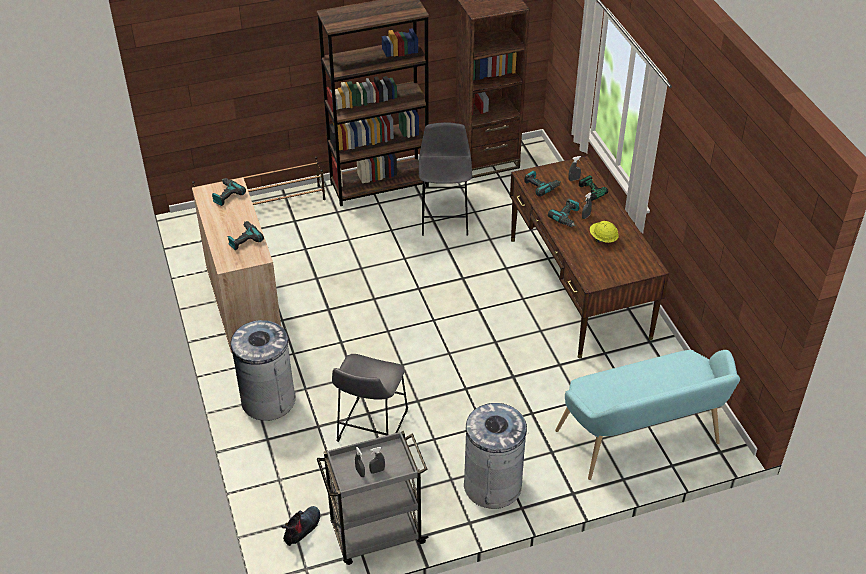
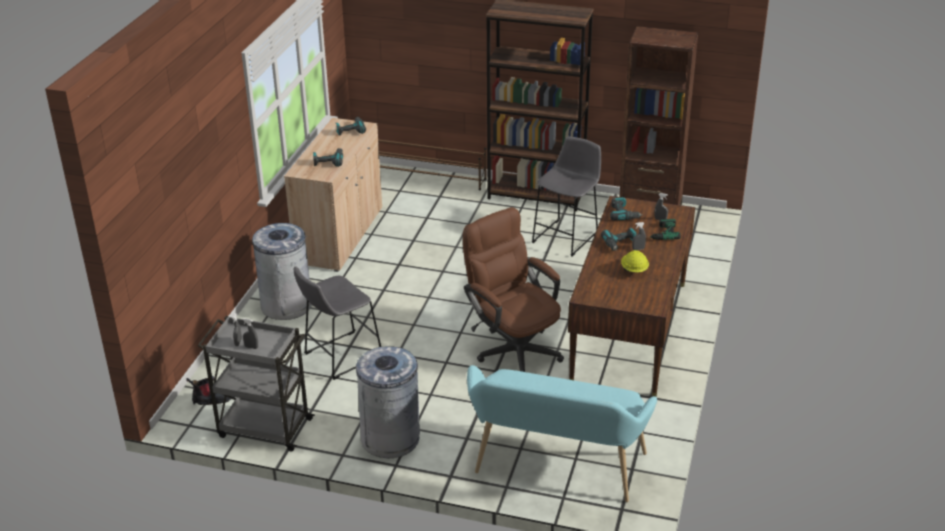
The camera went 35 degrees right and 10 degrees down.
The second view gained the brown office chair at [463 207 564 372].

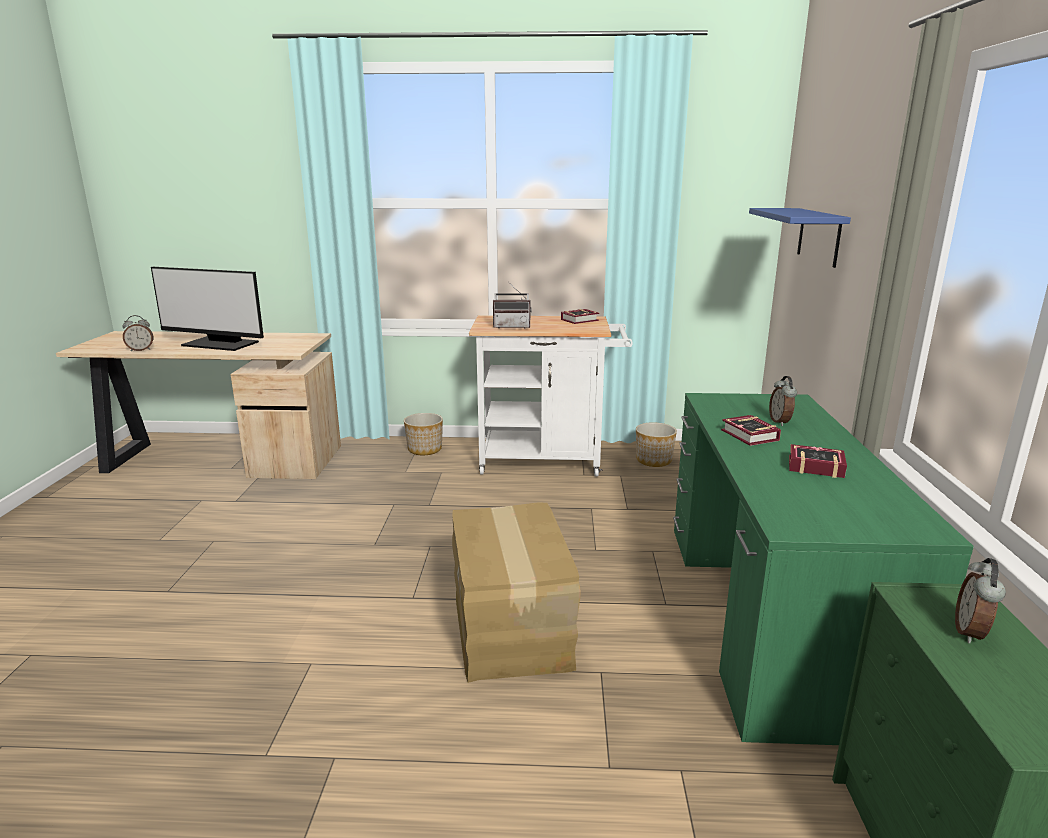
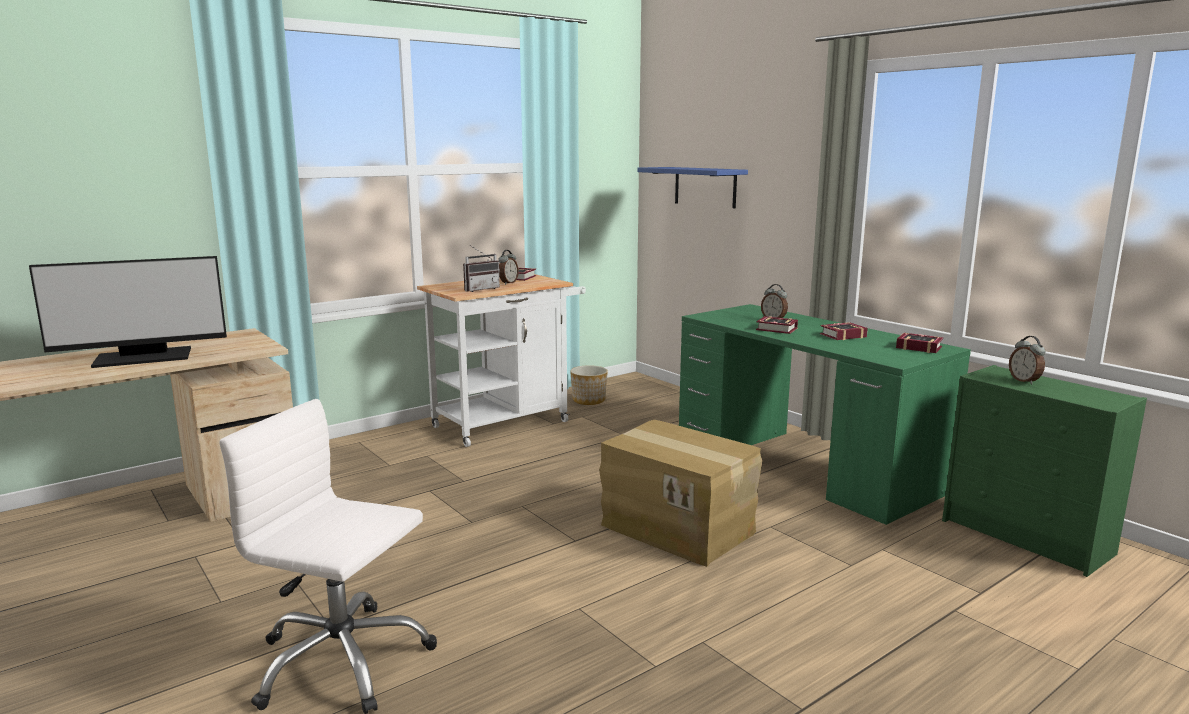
The camera went 40 degrees left and 5 degrees down.
The second view lost the planter at [404 413 443 455].
The second view gained the white office chair at [219 399 437 714].
The second view gained the book at [896 333 943 353].
The alarm clock ended up elsewhere, having gone from [122 315 153 351] to [498 250 519 285].

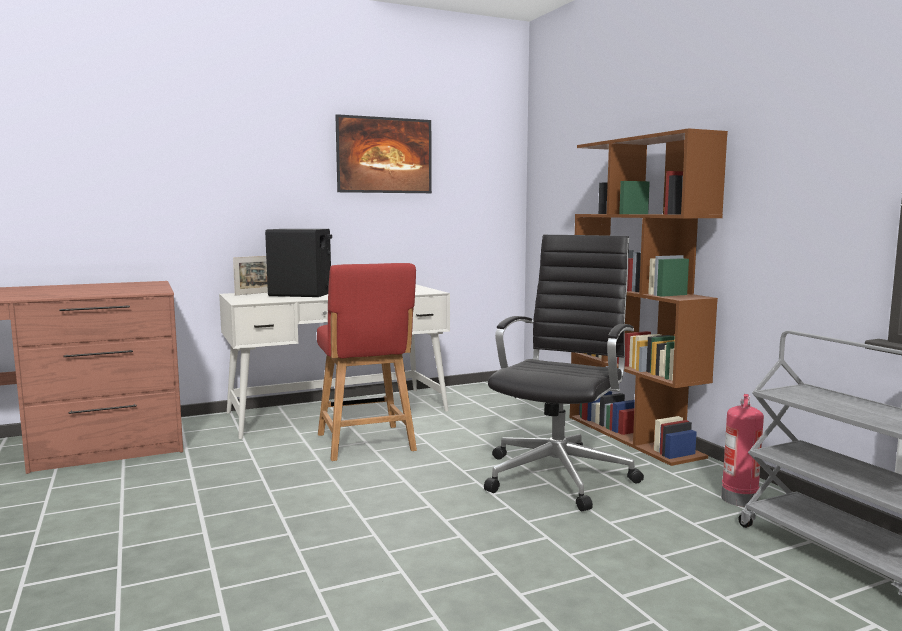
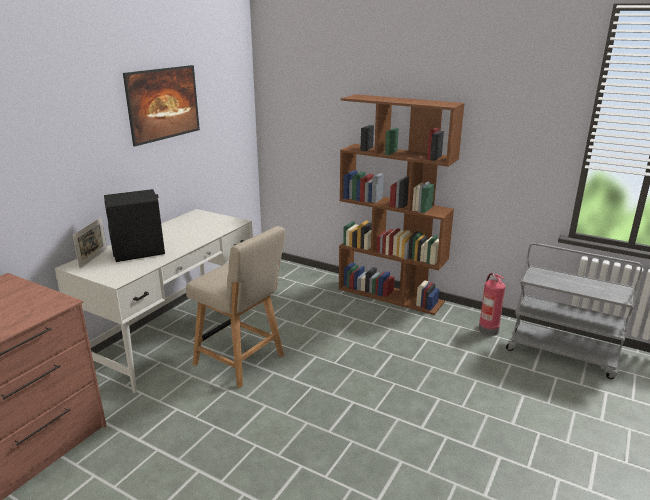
The camera went 35 degrees left and 15 degrees up.
The second view lost the black office chair at [484 235 644 511].
What was the red chair at [317 263 417 461] turned into the beige chair at [186 226 285 388].

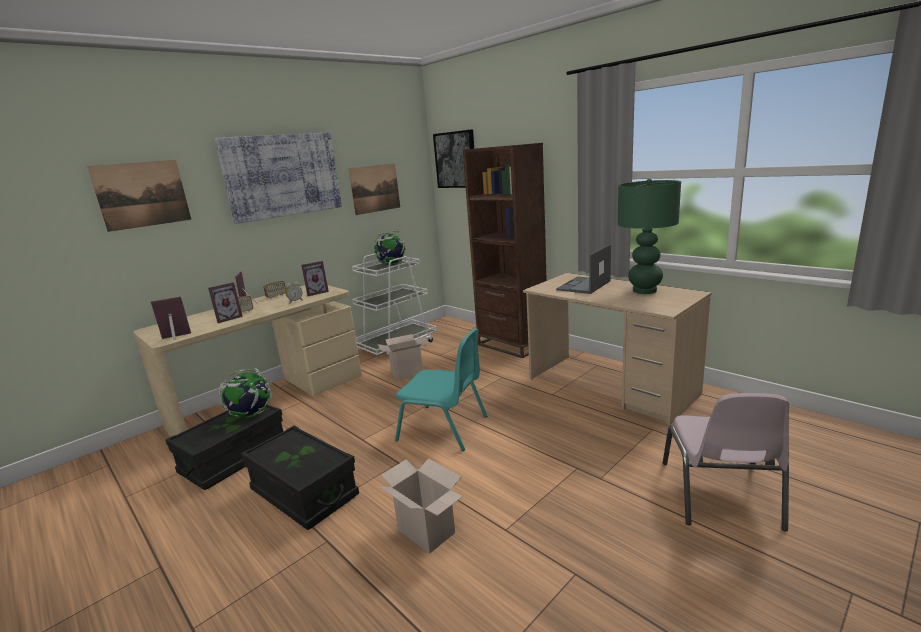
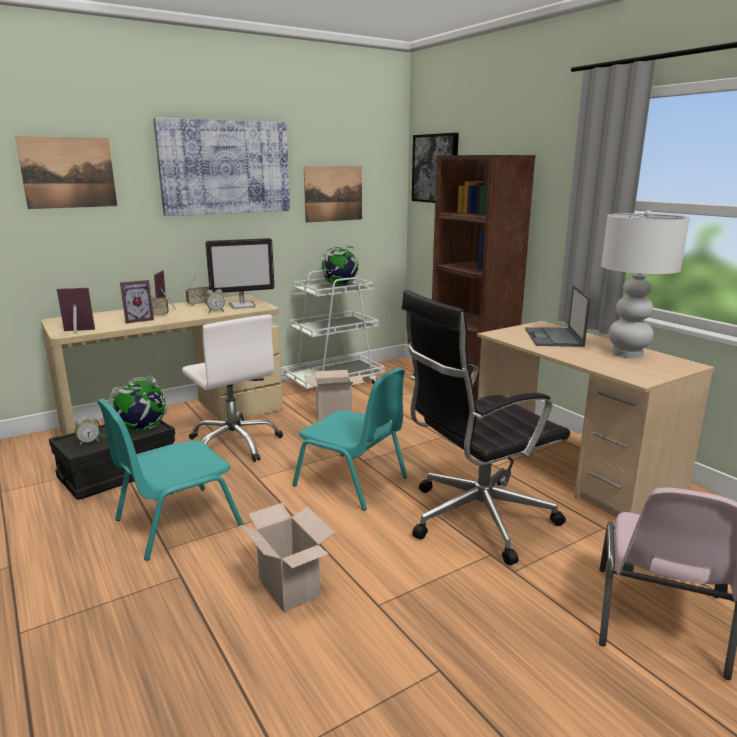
The camera went 10 degrees right and 0 degrees up.
The second view gained the alarm clock at [75 416 99 446].
The second view gained the white office chair at [182 315 283 462].
The second view gained the black office chair at [402 290 570 565].
Where the black storage box stood at [241 426 359 530], the turquoise chair came to stand at [97 398 243 561].
Where the picture frame stood at [301 261 329 296], the monitor came to stand at [205 238 275 309].
What was the green table lamp at [618 179 681 294] turned into the white table lamp at [601 210 690 358].
The laptop at [556 244 611 294] ended up facing another way, 45 degrees counterclockwise from before.

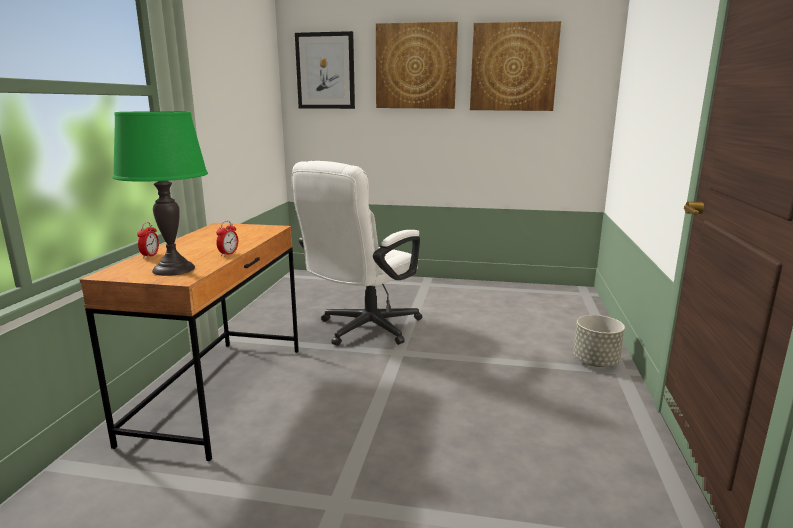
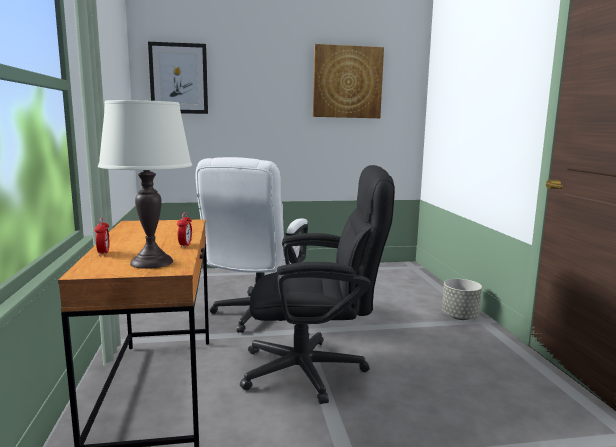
The camera went 20 degrees left and 5 degrees down.
The second view lost the picture at [376 22 458 109].
The second view gained the black office chair at [240 165 395 404].
What was the green table lamp at [112 111 208 276] turned into the white table lamp at [98 100 192 269].

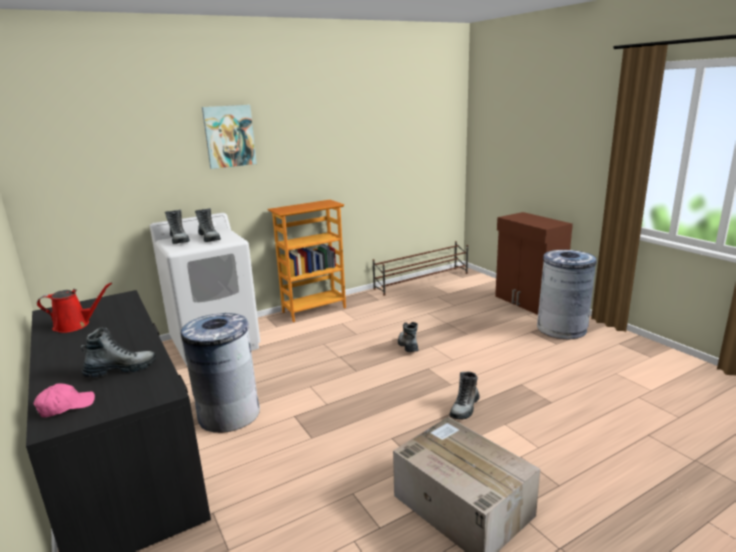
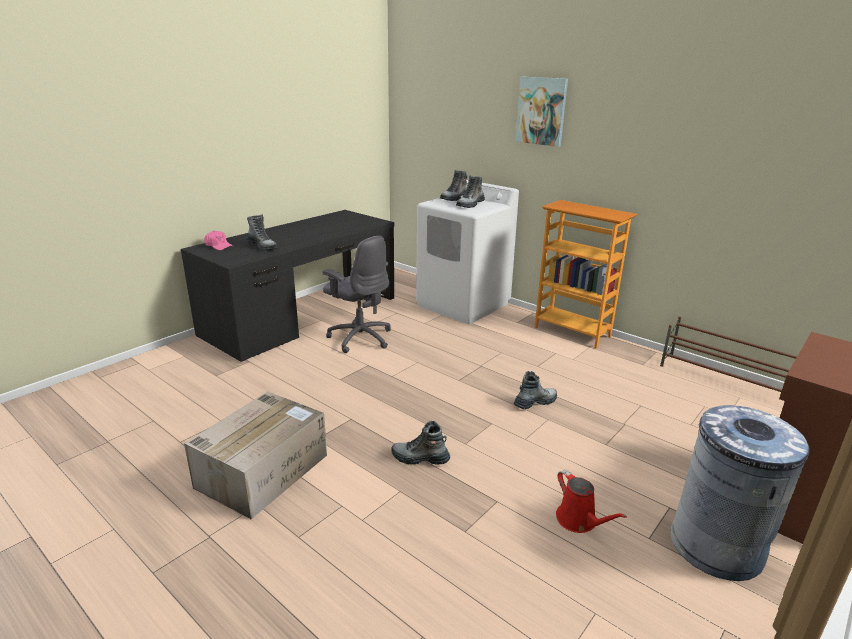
The camera went 70 degrees right and 5 degrees up.
The red watering can ended up elsewhere, having gone from [37 283 112 333] to [556 470 627 533].
Where the grey trash can stood at [181 313 260 433], the grey office chair came to stand at [323 236 391 353].

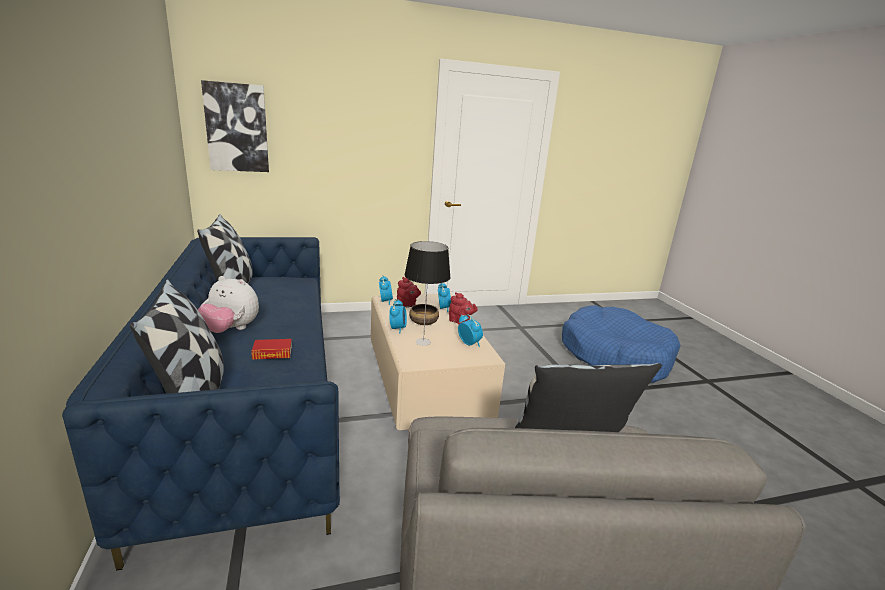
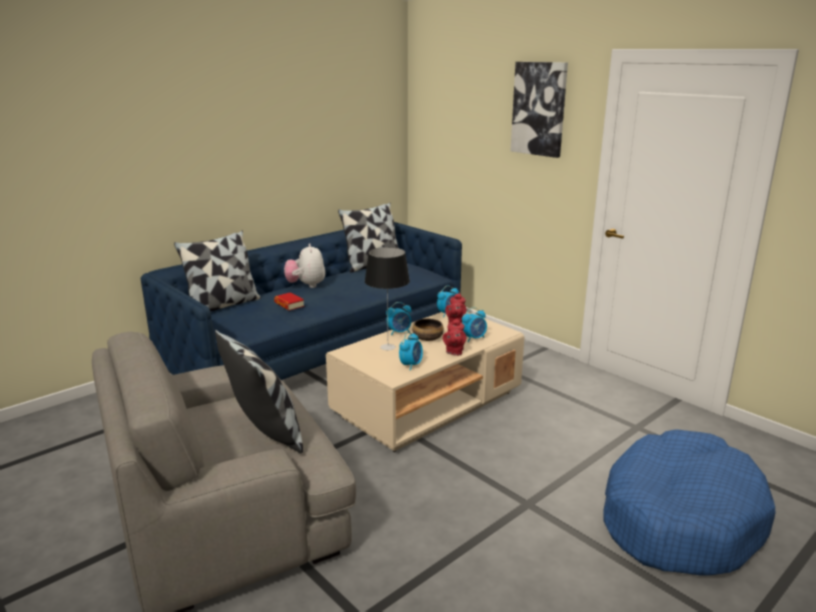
The camera went 65 degrees right and 0 degrees up.
The picture ended up elsewhere, having gone from [201 80 269 172] to [511 62 568 158].

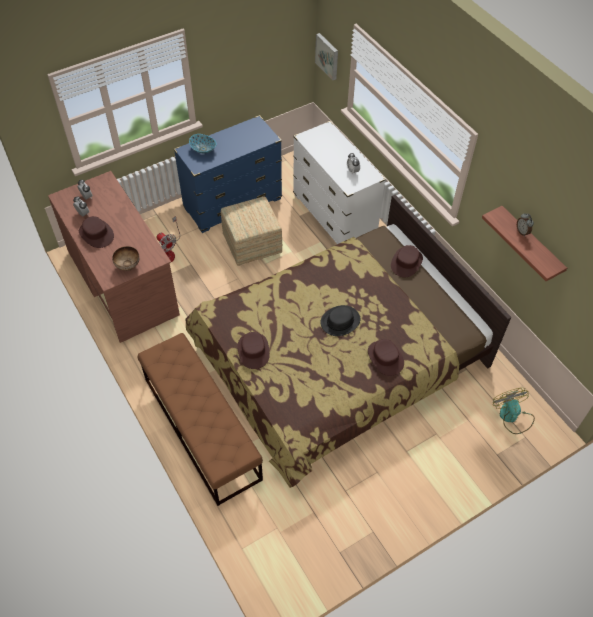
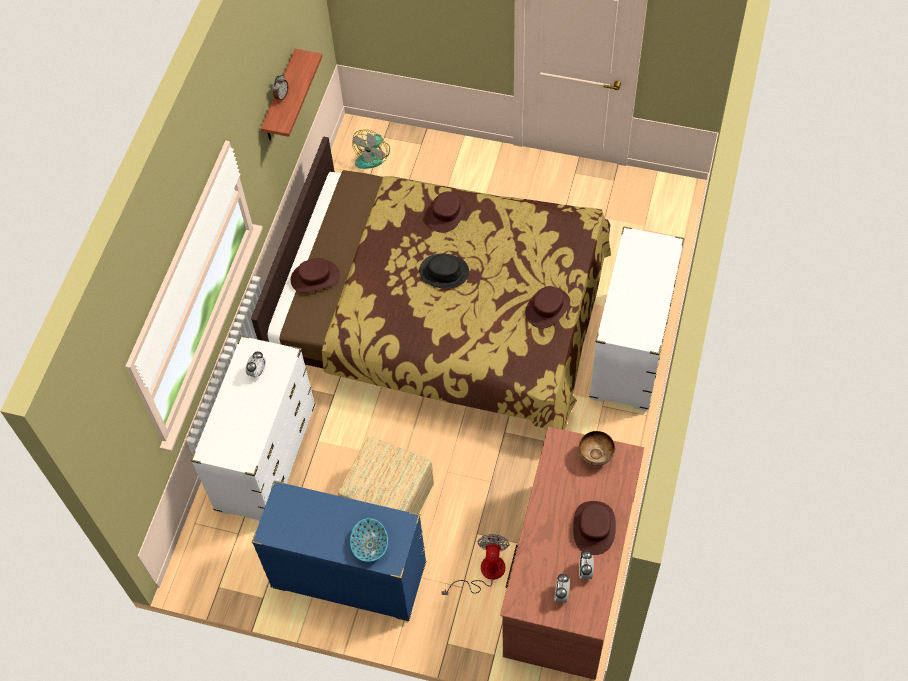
The camera went 130 degrees left and 5 degrees up.
The second view lost the picture at [315 33 338 80].
Where the brown bench stood at [137 333 263 506], the white dresser came to stand at [589 226 684 411].

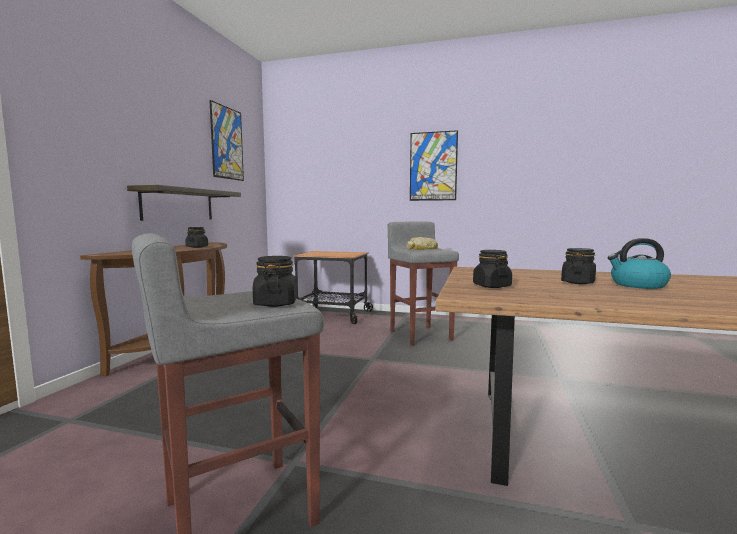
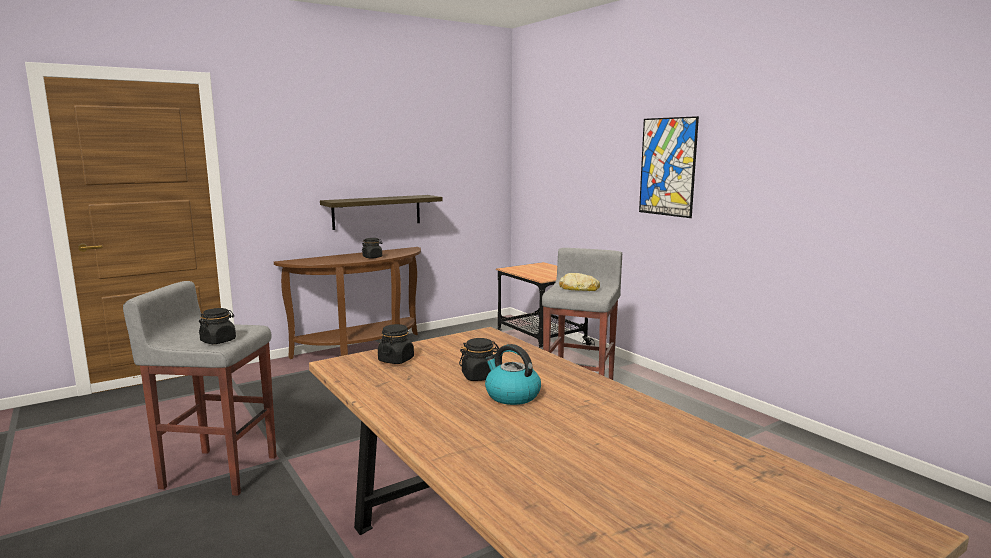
The camera went 40 degrees right and 5 degrees up.
The second view lost the picture at [209 100 244 181].

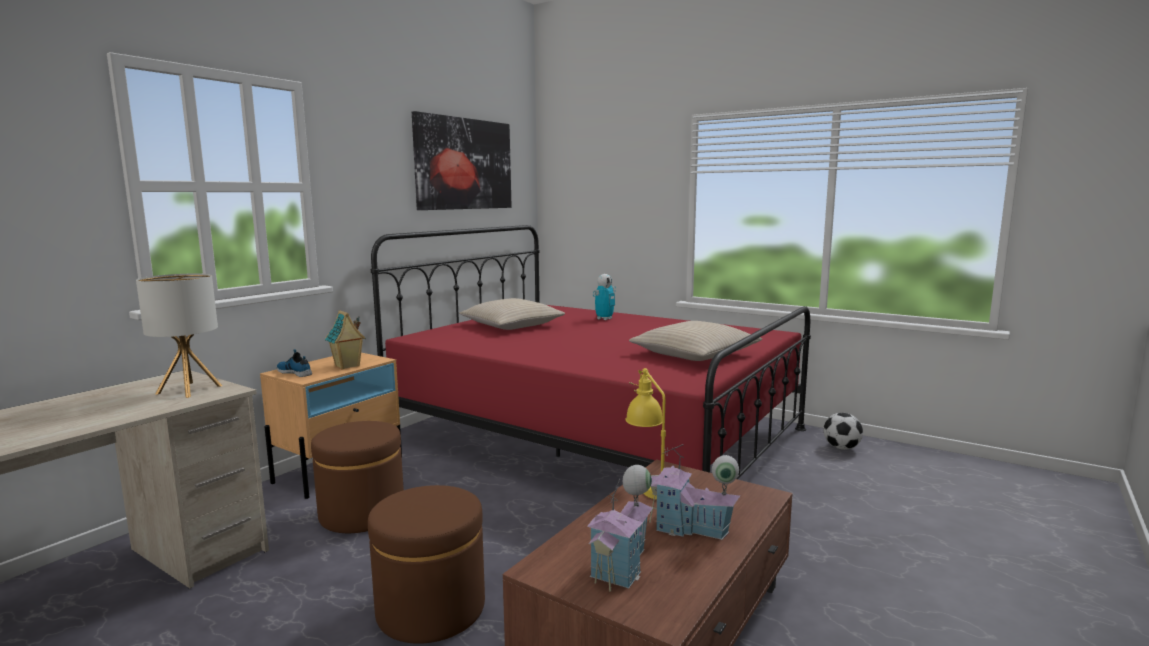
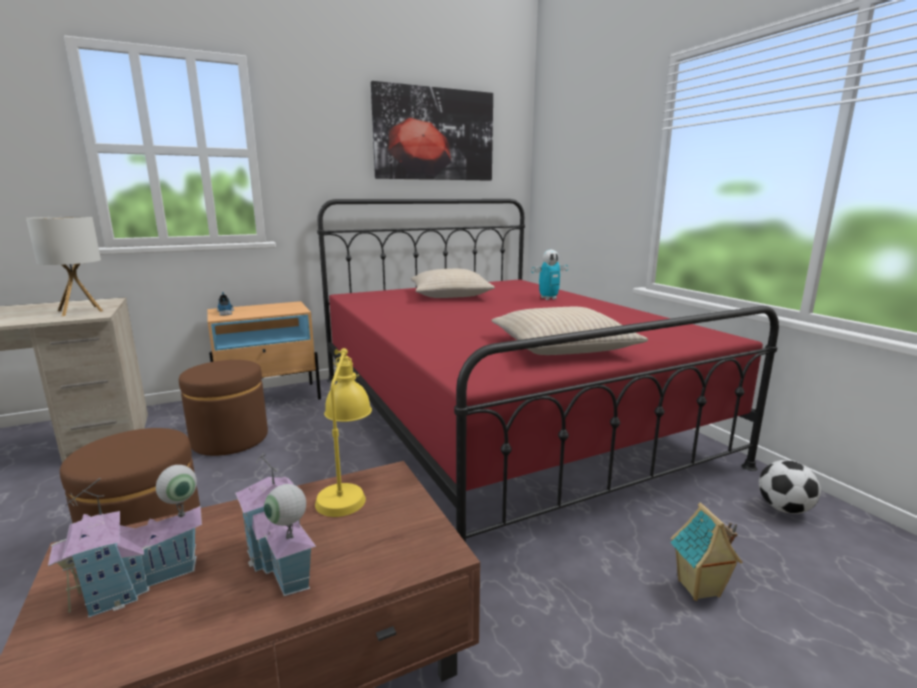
The camera went 30 degrees right and 5 degrees up.
The toy house ended up elsewhere, having gone from [325 310 366 369] to [670 503 743 601].

